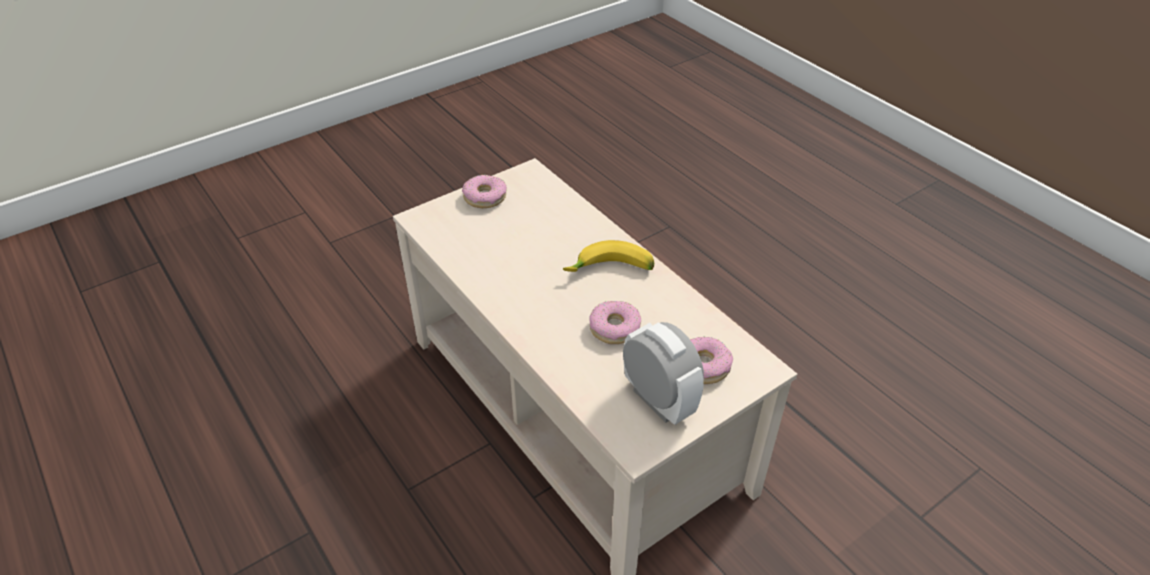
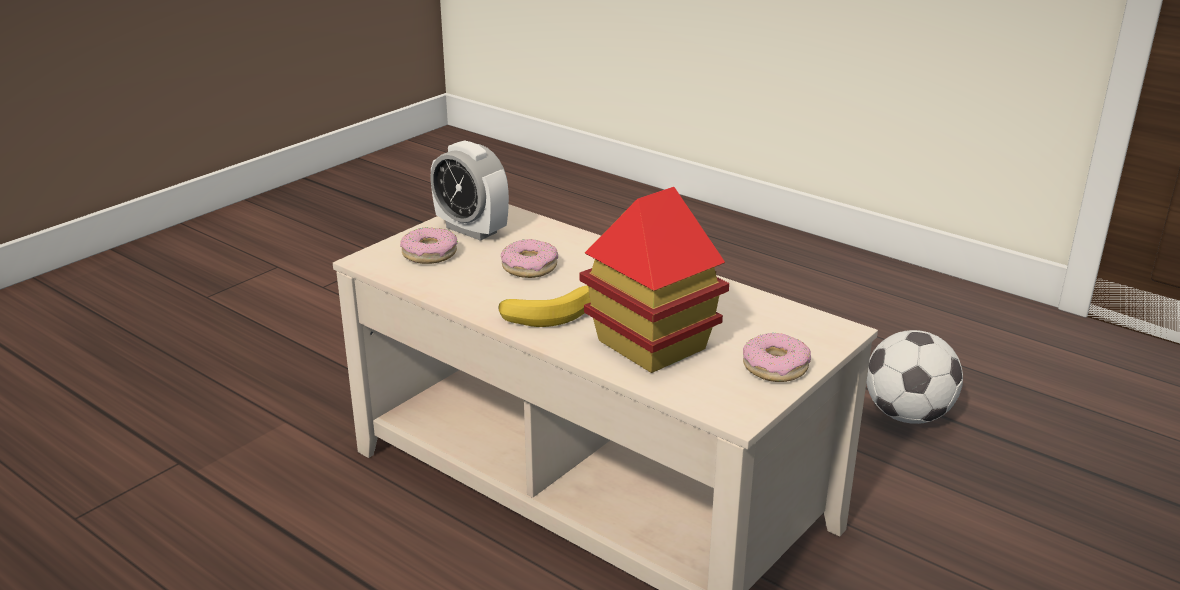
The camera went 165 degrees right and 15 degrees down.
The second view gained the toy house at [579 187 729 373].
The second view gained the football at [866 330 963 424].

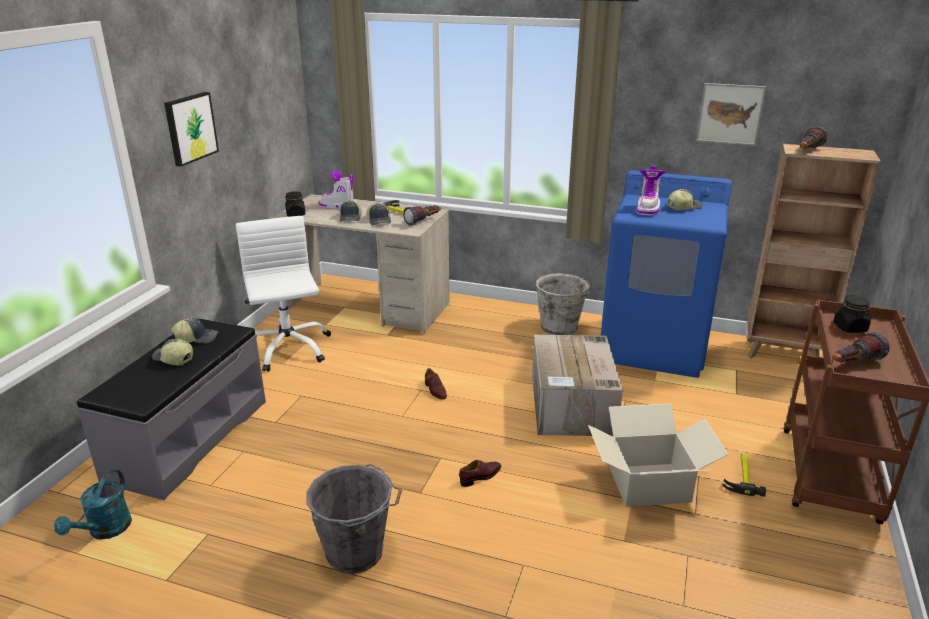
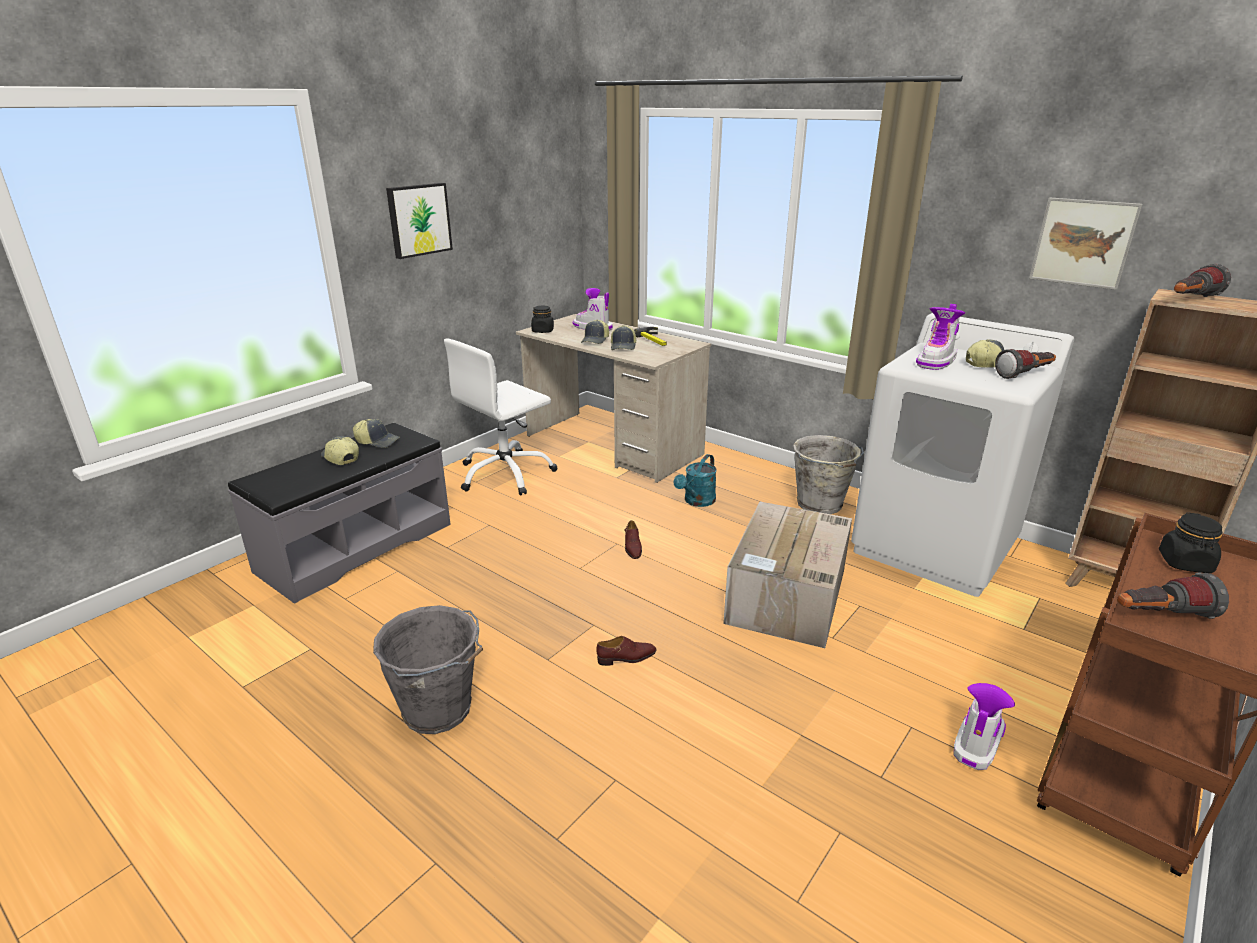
The camera went 20 degrees right and 0 degrees up.
The second view lost the cardboard box at [588 403 729 507].
The turquoise watering can ended up elsewhere, having gone from [54 470 132 540] to [674 454 717 507].
The flashlight ended up elsewhere, having gone from [403 205 441 226] to [995 349 1056 379].
Where the hammer stood at [723 453 766 497], the boot came to stand at [953 683 1015 770].
What was the blue washing machine at [601 171 732 378] turned into the white washing machine at [851 313 1074 597].
The white office chair at [236 216 331 372] ended up facing another way, 135 degrees counterclockwise from before.

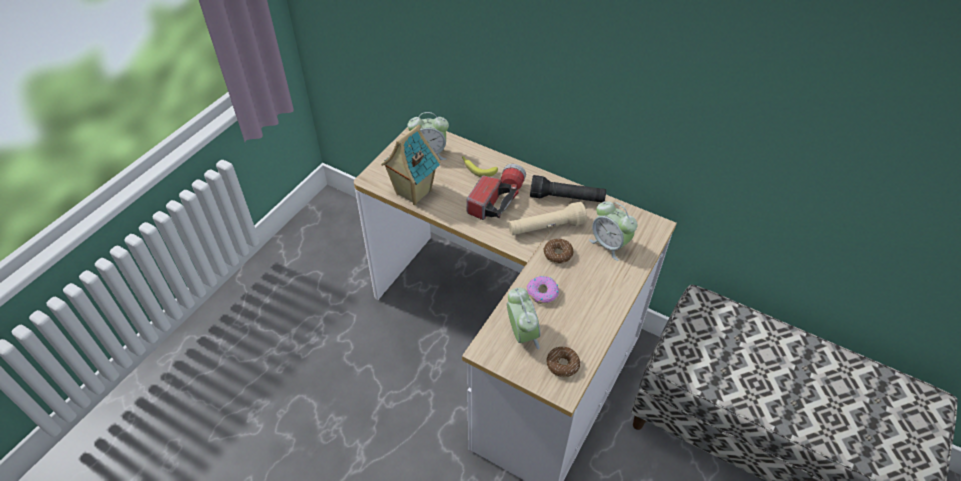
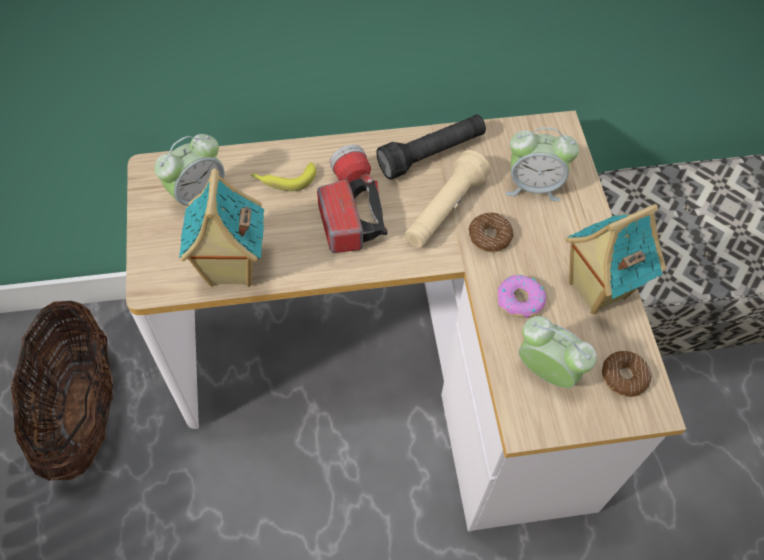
The camera went 40 degrees left and 10 degrees up.
The second view gained the basket at [11 301 113 481].
The second view gained the toy house at [565 204 666 314].

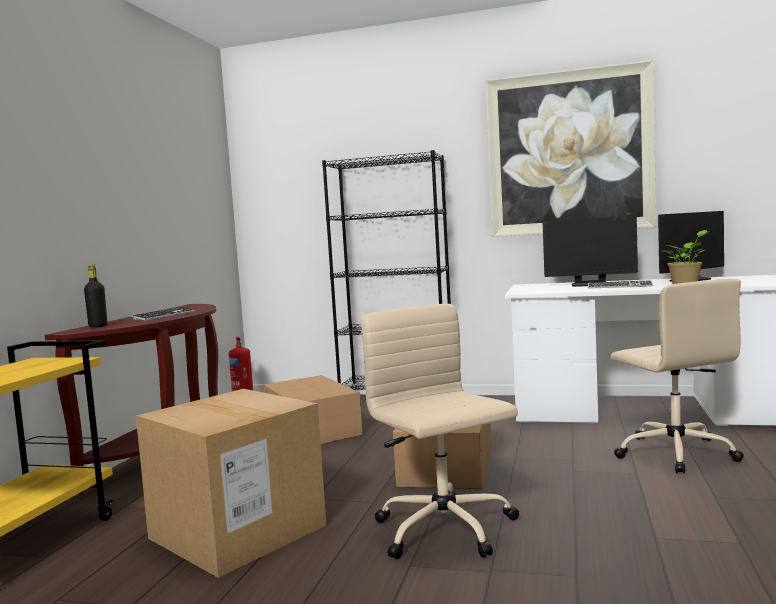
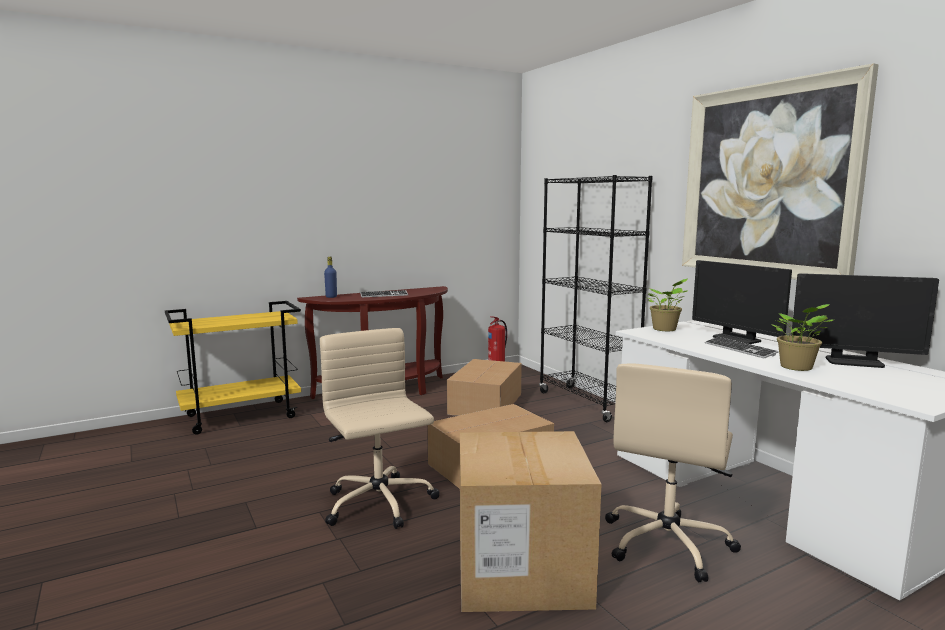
The camera went 45 degrees right and 5 degrees up.
The second view gained the potted plant at [648 278 688 331].
The cardboard box ended up elsewhere, having gone from [136 389 326 578] to [460 431 601 612].
What was the black bottle at [84 265 107 328] turned into the blue bottle at [324 257 337 298].
The beige office chair at [360 304 519 559] ended up facing another way, 45 degrees counterclockwise from before.

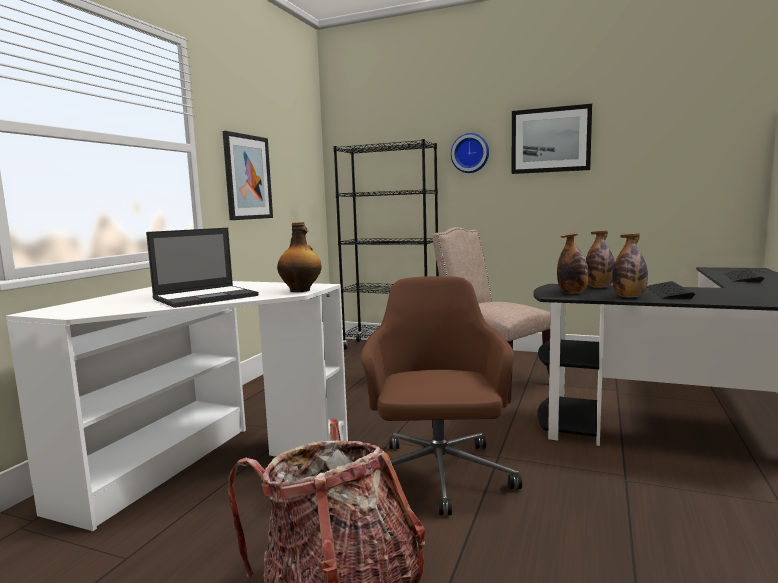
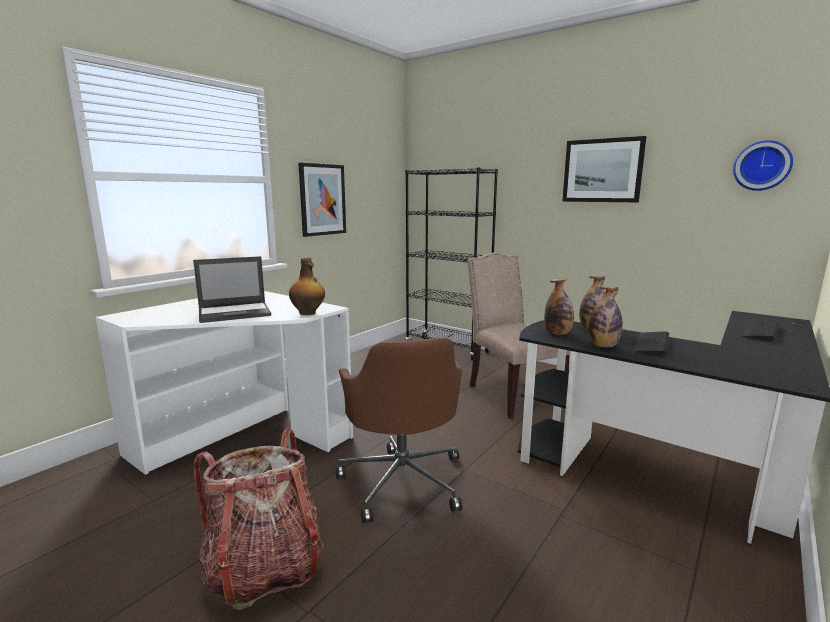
The camera went 15 degrees right and 5 degrees up.
The wall clock ended up elsewhere, having gone from [451 133 489 173] to [733 140 793 191].
The brown office chair at [361 276 522 515] ended up facing another way, 150 degrees clockwise from before.

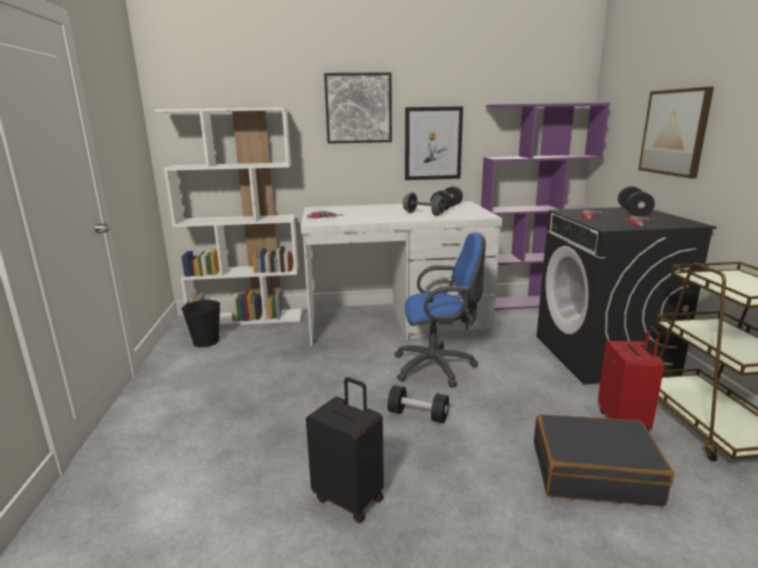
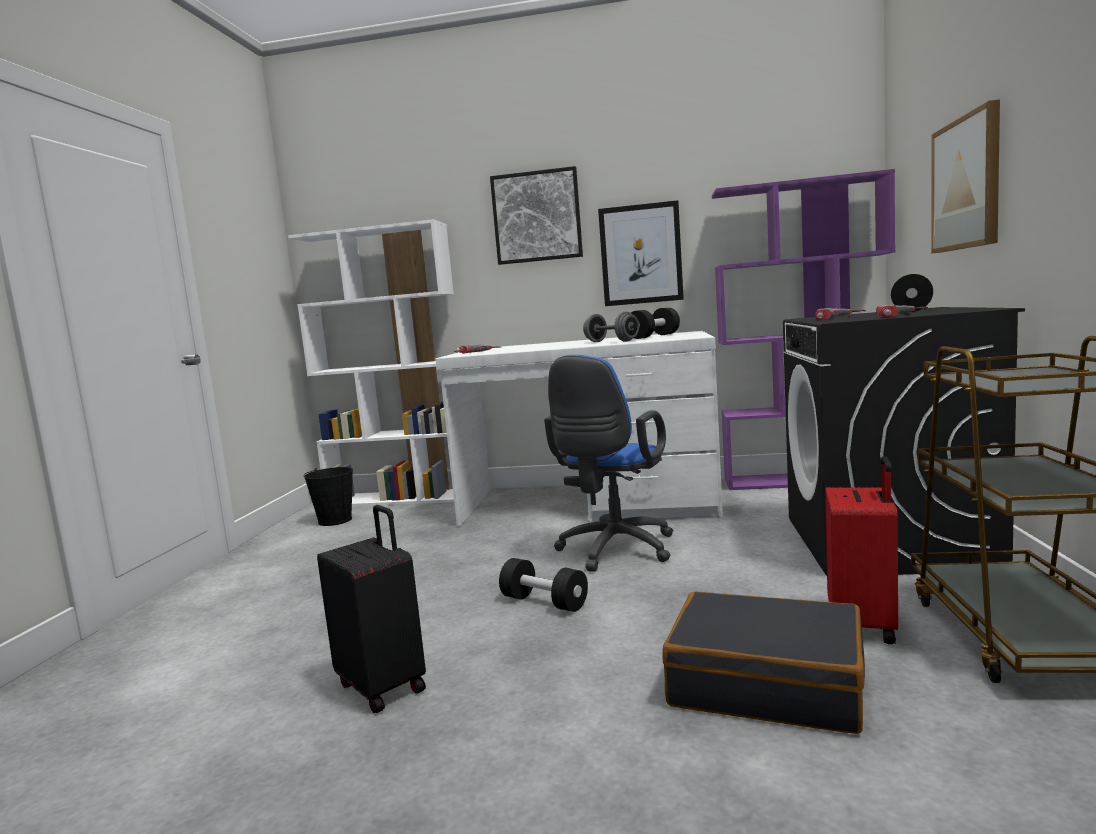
The camera went 15 degrees right and 10 degrees down.
The blue office chair at [394 233 486 387] ended up facing another way, 105 degrees clockwise from before.

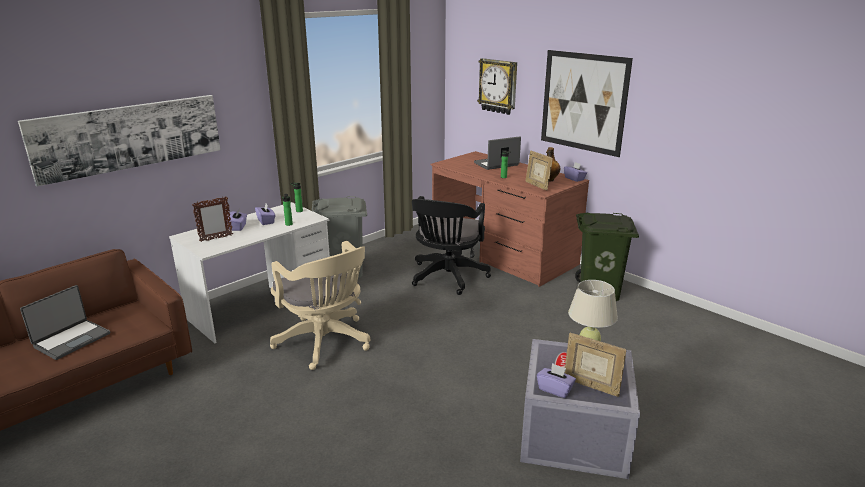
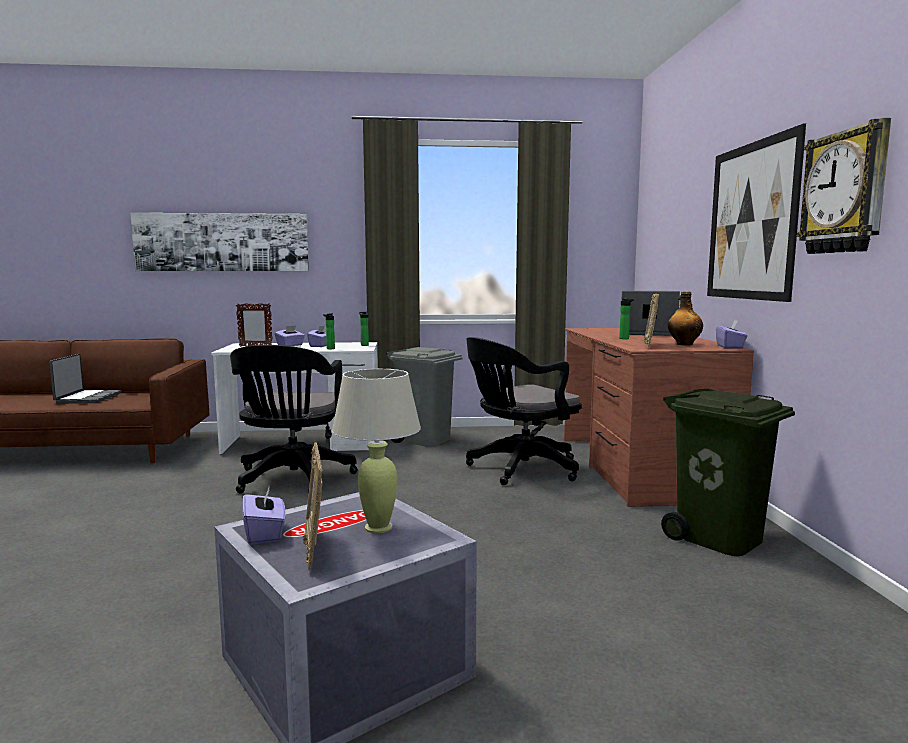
The camera went 40 degrees right and 15 degrees down.
The wall clock ended up elsewhere, having gone from [477 58 517 115] to [797 118 891 254].
What was the beige office chair at [270 241 370 370] turned into the black office chair at [230 345 358 494].
The laptop at [20 285 110 360] ended up facing another way, 75 degrees counterclockwise from before.

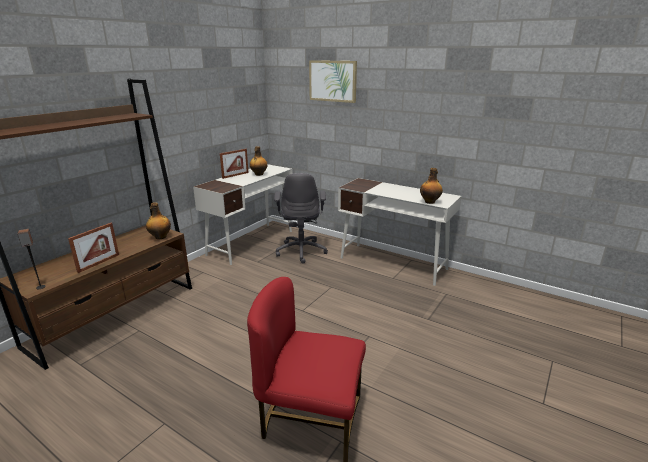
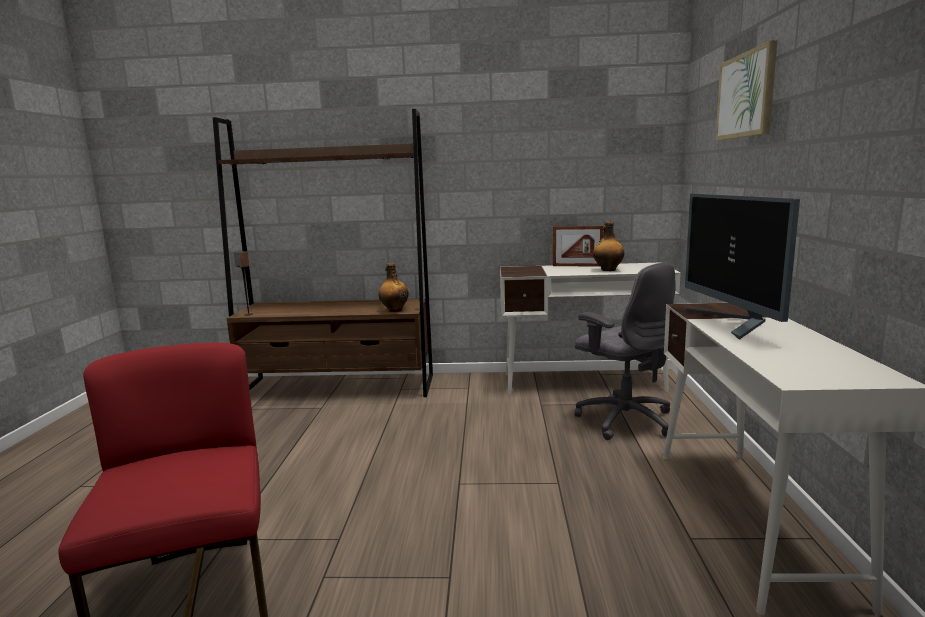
The camera went 60 degrees right and 10 degrees down.
The second view lost the picture frame at [68 223 119 273].
The second view lost the bottle at [420 168 443 204].
The second view gained the monitor at [684 193 800 340].
The grey office chair at [274 173 328 264] ended up facing another way, 90 degrees counterclockwise from before.

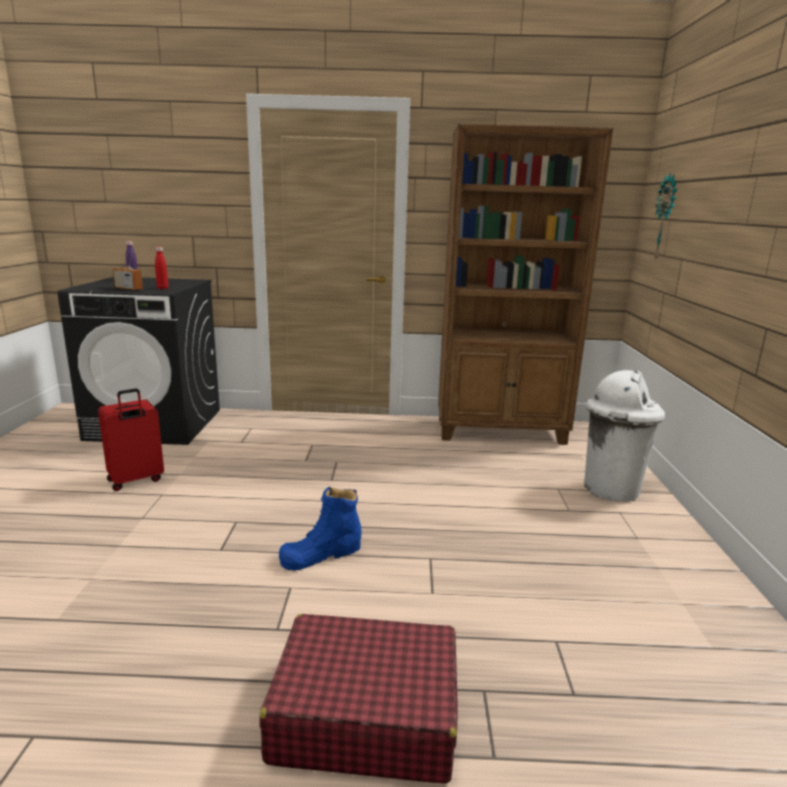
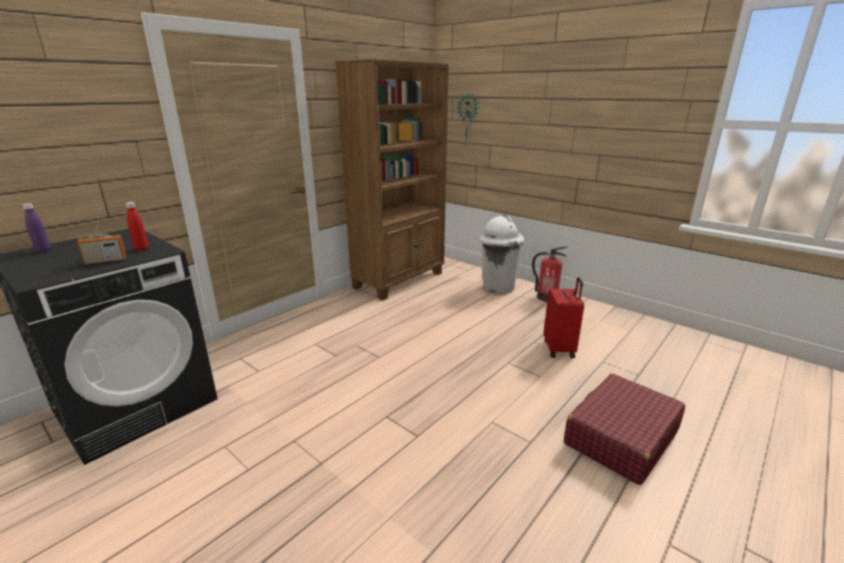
The camera went 50 degrees left and 5 degrees up.
The second view lost the blue boot at [279 486 362 570].
The second view gained the fire extinguisher at [532 246 568 302].
The red suitcase ended up elsewhere, having gone from [98 388 164 491] to [544 277 584 358].

